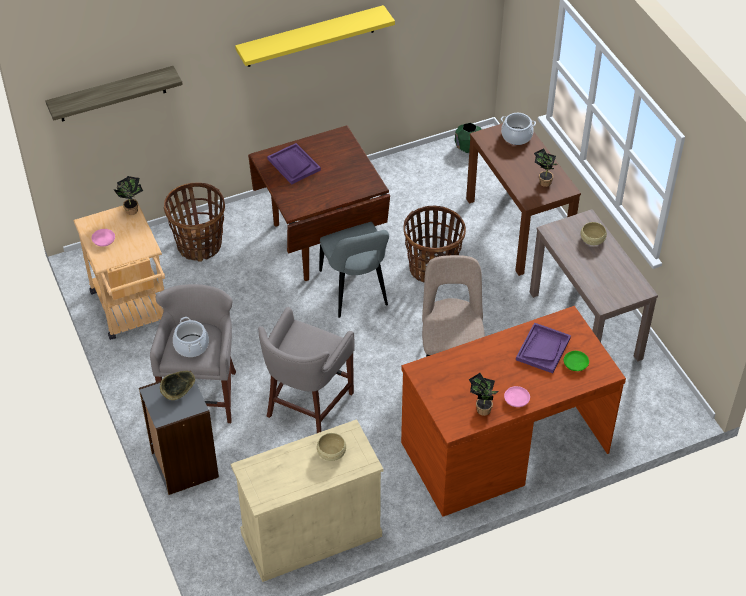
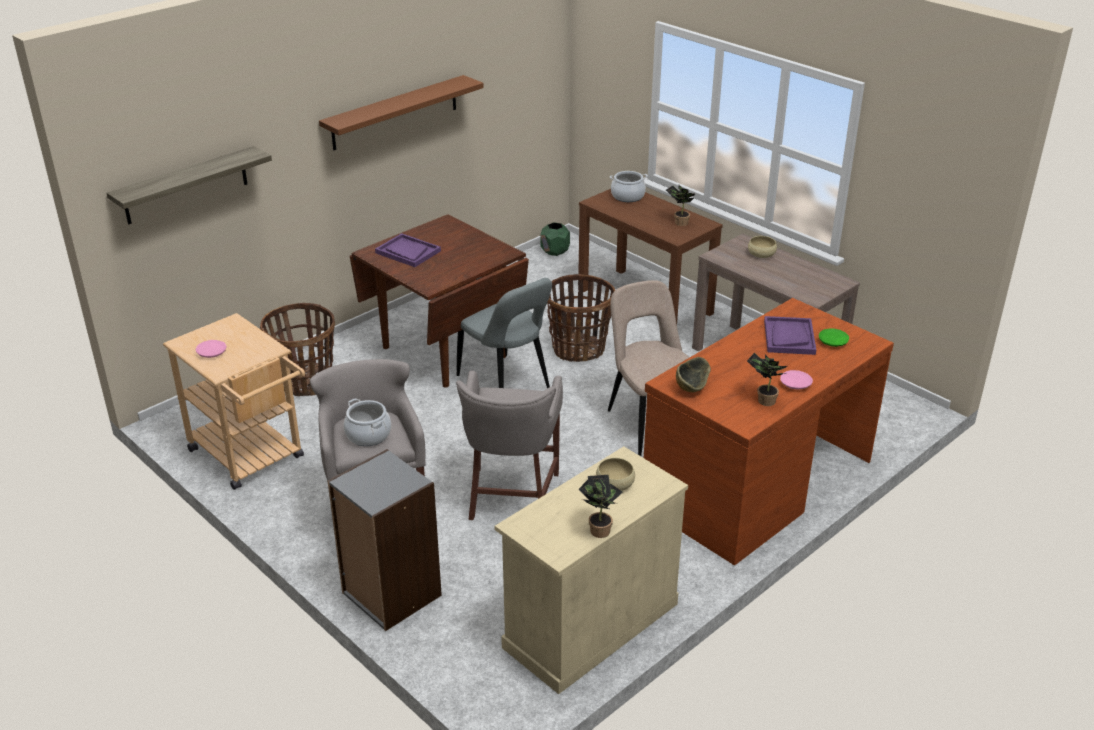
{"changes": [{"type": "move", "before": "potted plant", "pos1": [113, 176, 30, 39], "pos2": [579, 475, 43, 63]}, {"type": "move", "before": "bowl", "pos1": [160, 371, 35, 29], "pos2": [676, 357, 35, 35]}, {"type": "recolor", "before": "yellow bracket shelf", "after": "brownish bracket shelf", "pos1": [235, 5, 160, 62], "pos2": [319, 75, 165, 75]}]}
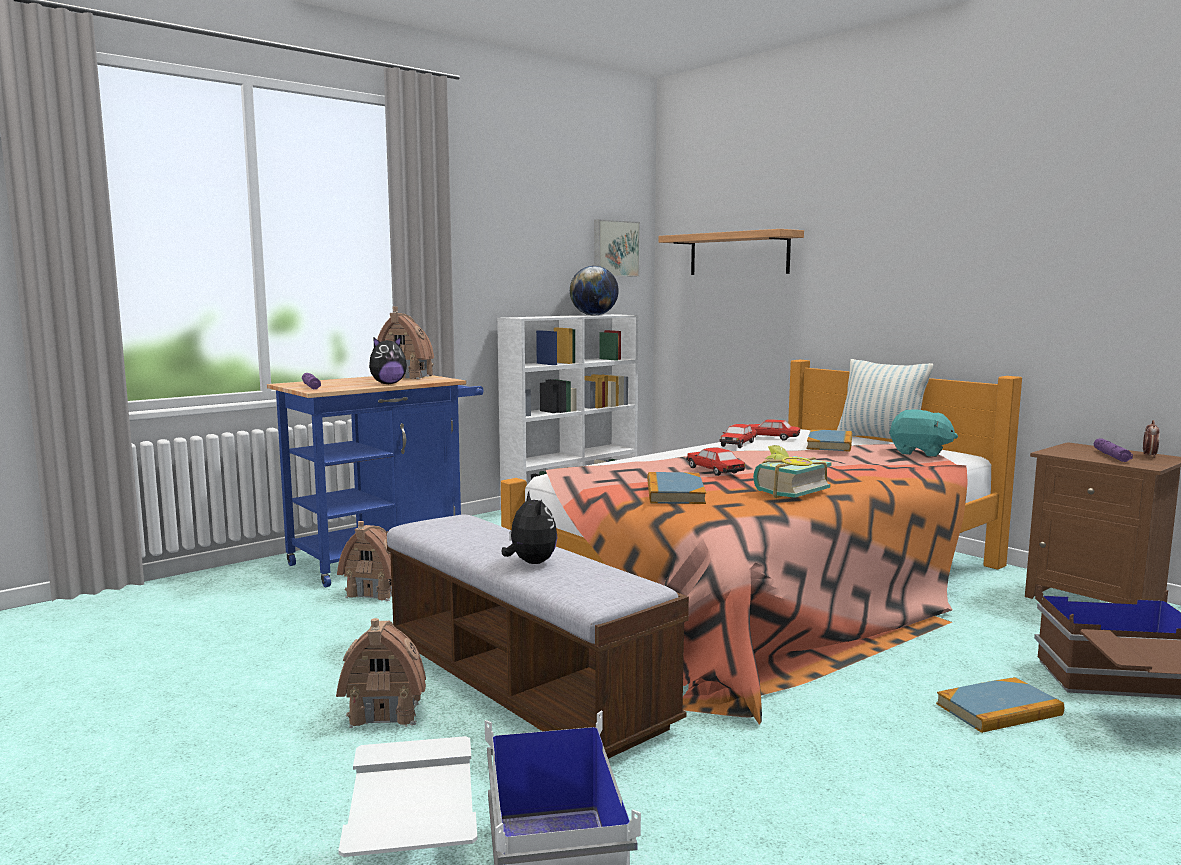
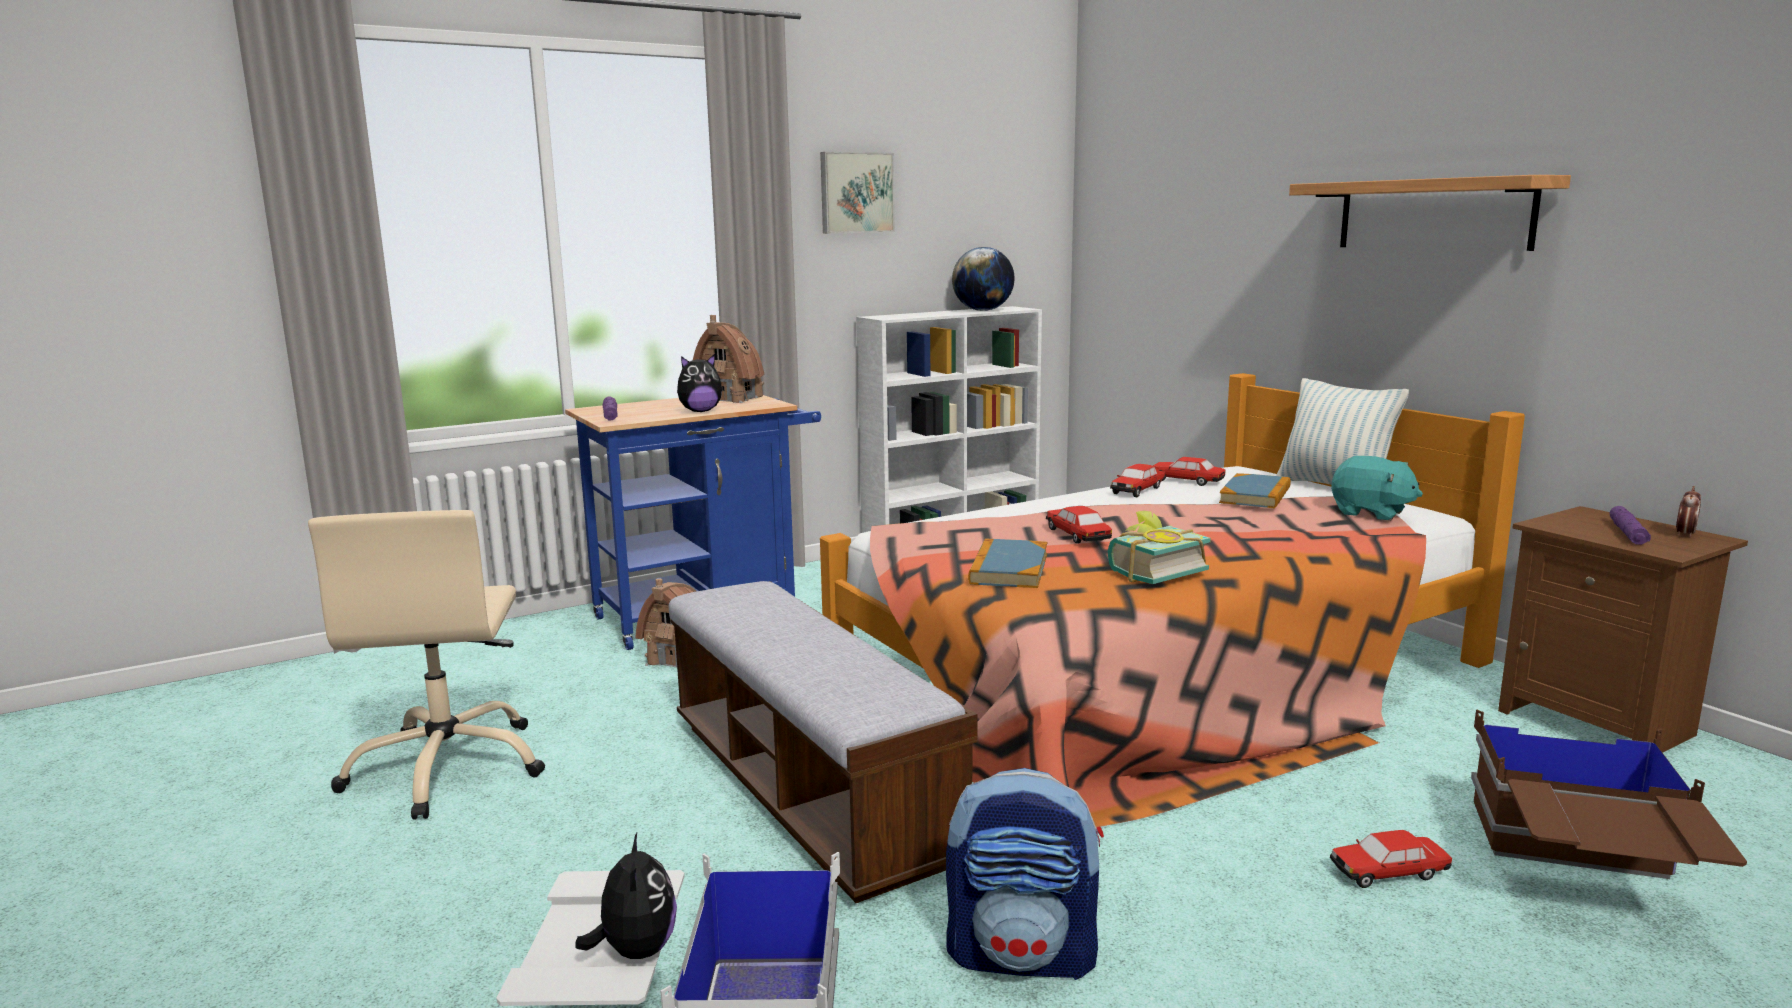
{"changes": [{"type": "delete", "before": "miniature house", "pos1": [336, 618, 90, 110]}, {"type": "move", "before": "plush toy", "pos1": [502, 492, 55, 72], "pos2": [575, 833, 102, 126]}, {"type": "move", "before": "wall art", "pos1": [594, 219, 46, 58], "pos2": [820, 152, 75, 82]}, {"type": "move", "before": "bracket shelf", "pos1": [659, 229, 145, 46], "pos2": [1289, 175, 282, 76]}, {"type": "replace", "before": "bound book", "after": "model car", "pos1": [936, 677, 128, 56], "pos2": [1330, 830, 122, 58]}, {"type": "insert", "after": "sand-coloured office chair", "pos2": [308, 510, 237, 310]}, {"type": "insert", "after": "backpack", "pos2": [946, 768, 158, 212]}]}
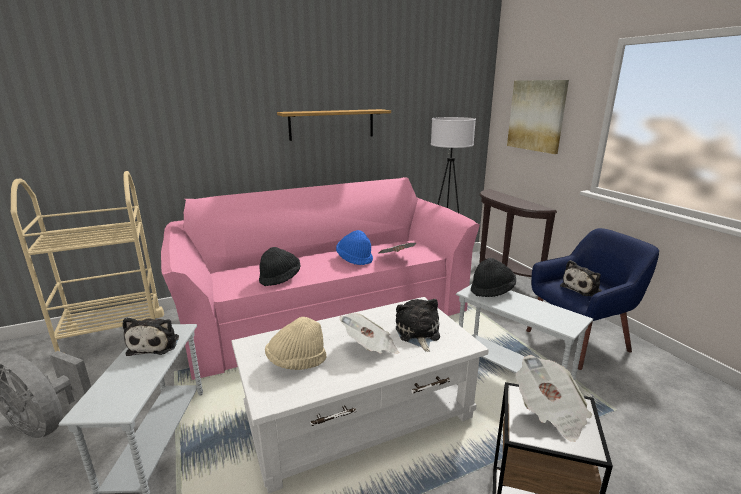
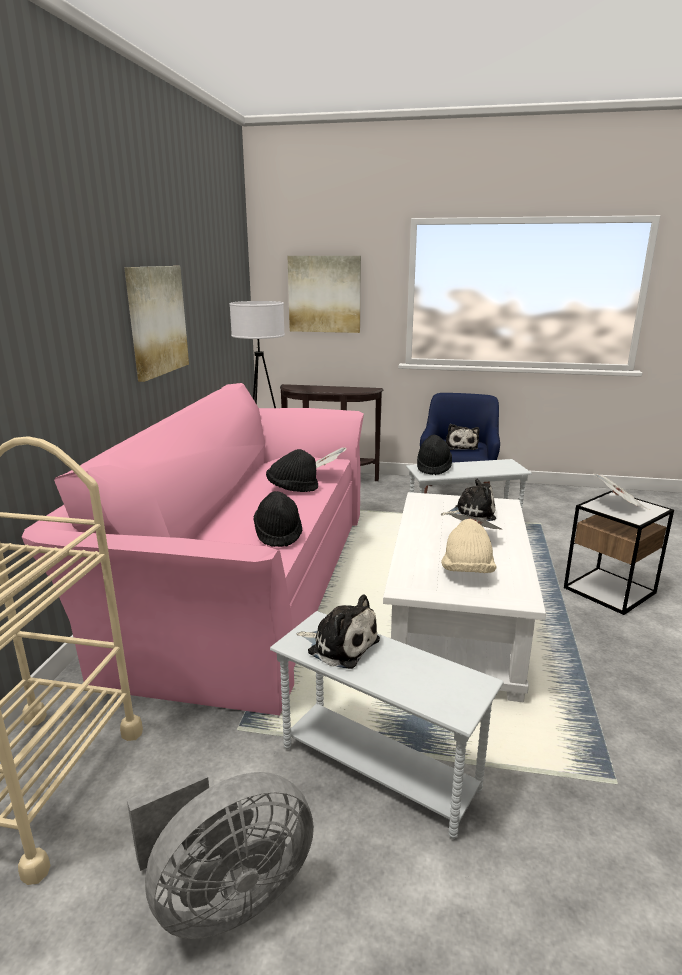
{"changes": [{"type": "replace", "before": "bracket shelf", "after": "wall art", "pos1": [277, 109, 114, 32], "pos2": [124, 266, 65, 116]}, {"type": "recolor", "before": "blue wearable hat", "after": "black-coloured wearable hat", "pos1": [336, 230, 37, 35], "pos2": [266, 449, 52, 43]}, {"type": "rotate", "before": "plush toy", "pos1": [396, 299, 44, 53], "pos2": [440, 479, 56, 42], "turn": 150}]}
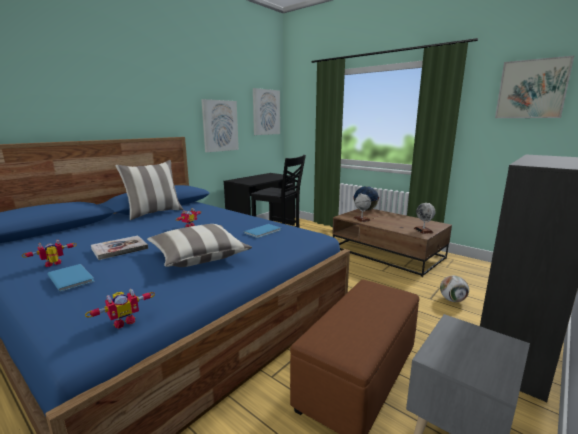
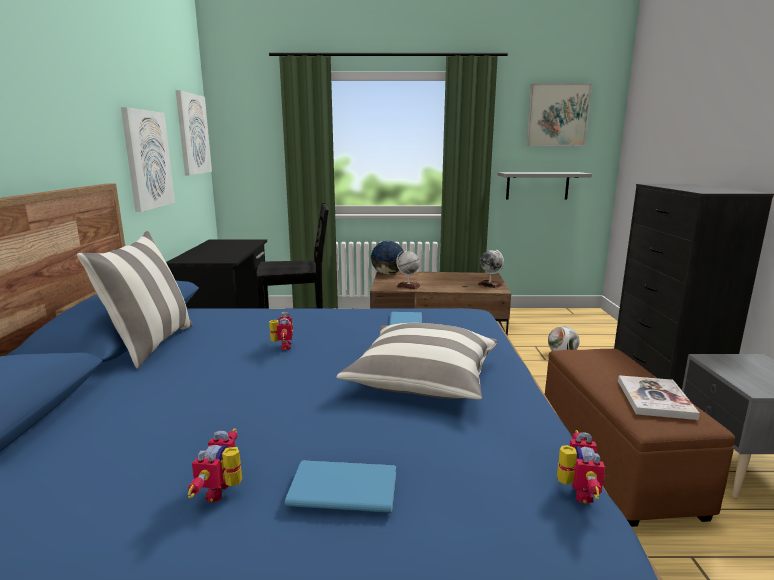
{"changes": [{"type": "move", "before": "bound book", "pos1": [91, 236, 57, 24], "pos2": [618, 375, 82, 45]}, {"type": "insert", "after": "grey bracket shelf", "pos2": [498, 172, 94, 28]}]}
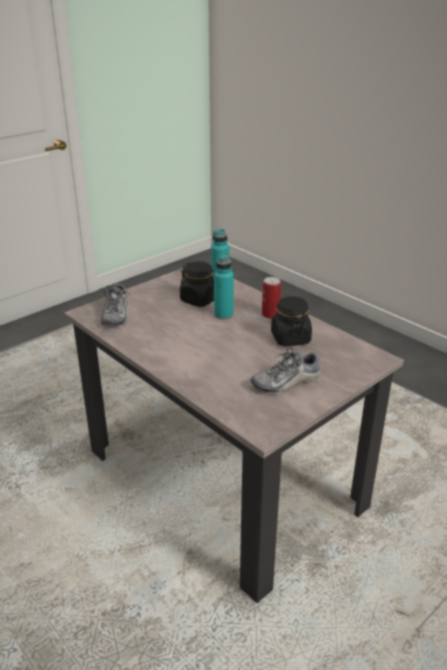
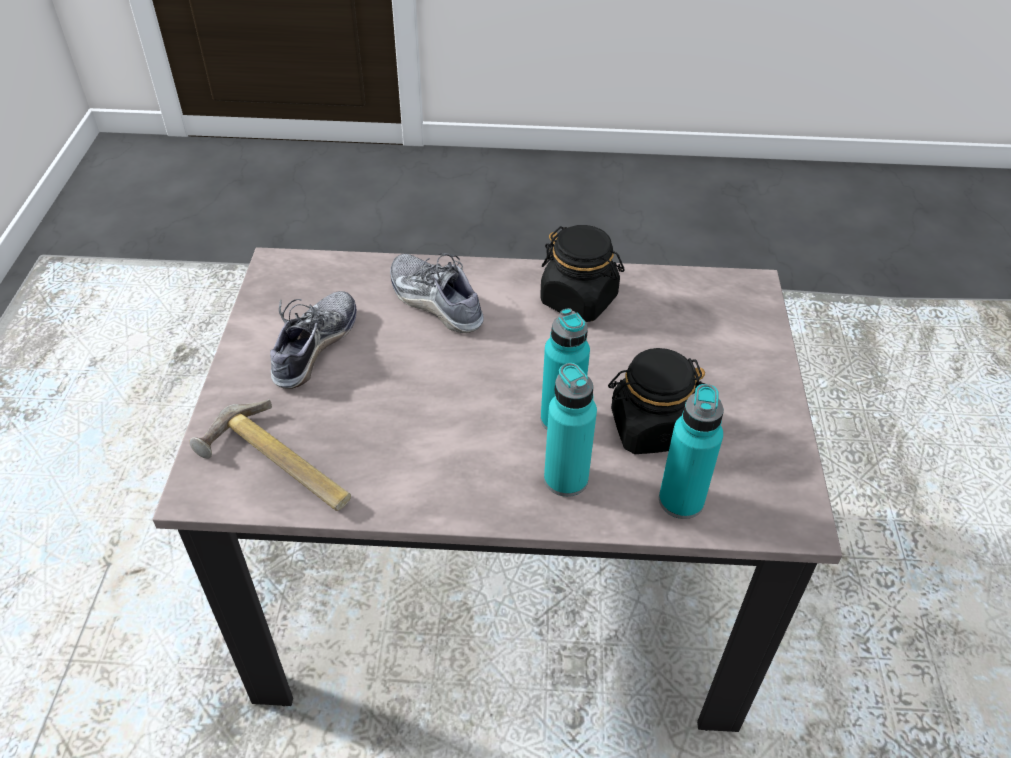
{"changes": [{"type": "move", "before": "item of footwear", "pos1": [97, 284, 34, 42], "pos2": [390, 253, 94, 80]}, {"type": "delete", "before": "metal can", "pos1": [262, 277, 19, 42]}, {"type": "move", "before": "black-coloured jar", "pos1": [271, 296, 41, 50], "pos2": [540, 225, 85, 97]}, {"type": "insert", "after": "tool hammer", "pos2": [189, 399, 162, 112]}, {"type": "insert", "after": "blue-green beverage bottle", "pos2": [544, 363, 53, 134]}]}
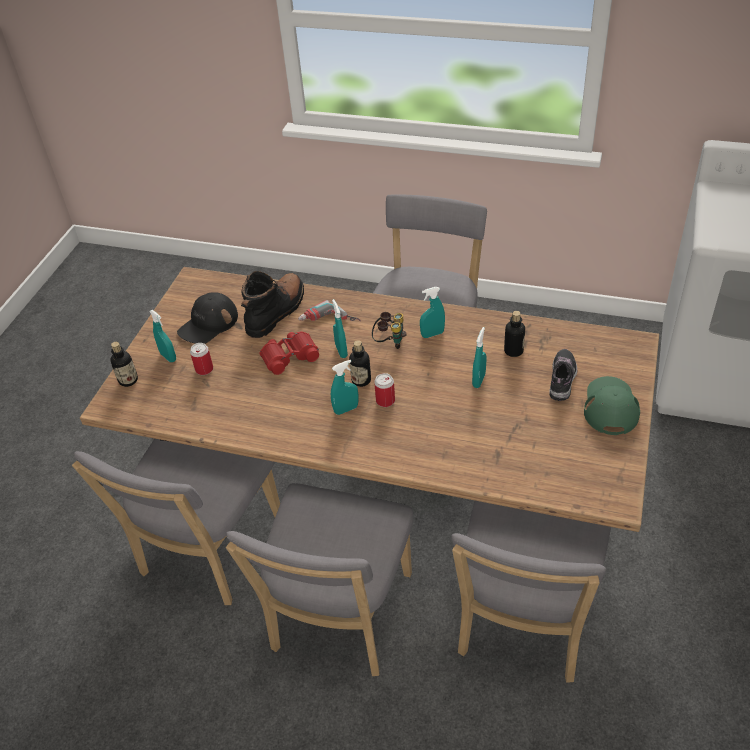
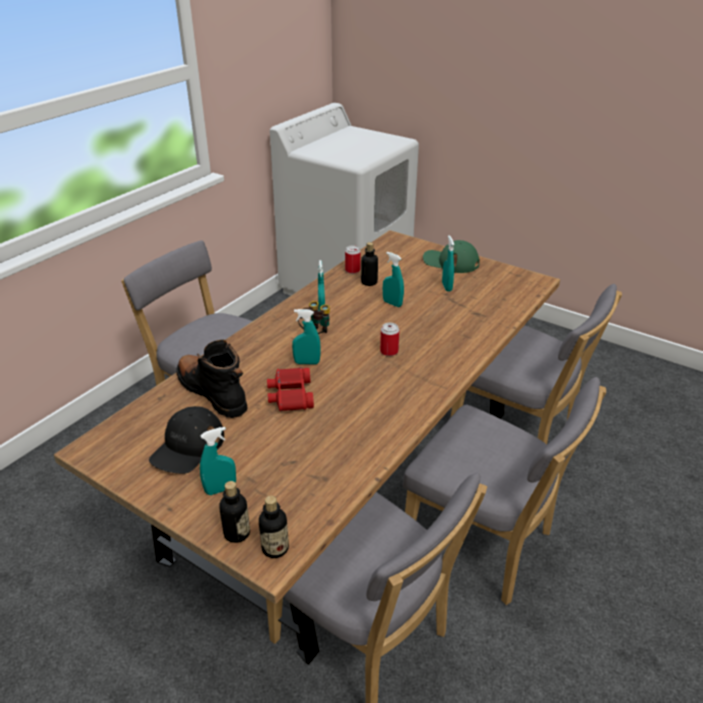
{"changes": [{"type": "rotate", "before": "black-coloured peaked cap", "pos1": [177, 292, 61, 52], "pos2": [149, 406, 75, 68], "turn": 60}, {"type": "move", "before": "metal can", "pos1": [190, 343, 23, 32], "pos2": [345, 245, 16, 29]}, {"type": "delete", "before": "power drill", "pos1": [298, 300, 63, 21]}, {"type": "move", "before": "blue-green spray bottle", "pos1": [331, 360, 27, 55], "pos2": [442, 235, 12, 56]}, {"type": "move", "before": "beverage bottle", "pos1": [349, 340, 22, 47], "pos2": [259, 496, 30, 62]}, {"type": "delete", "before": "item of footwear", "pos1": [549, 349, 28, 52]}]}
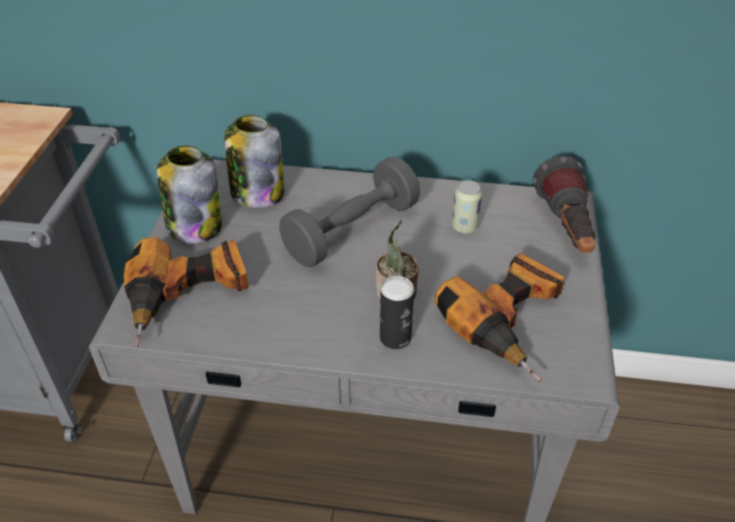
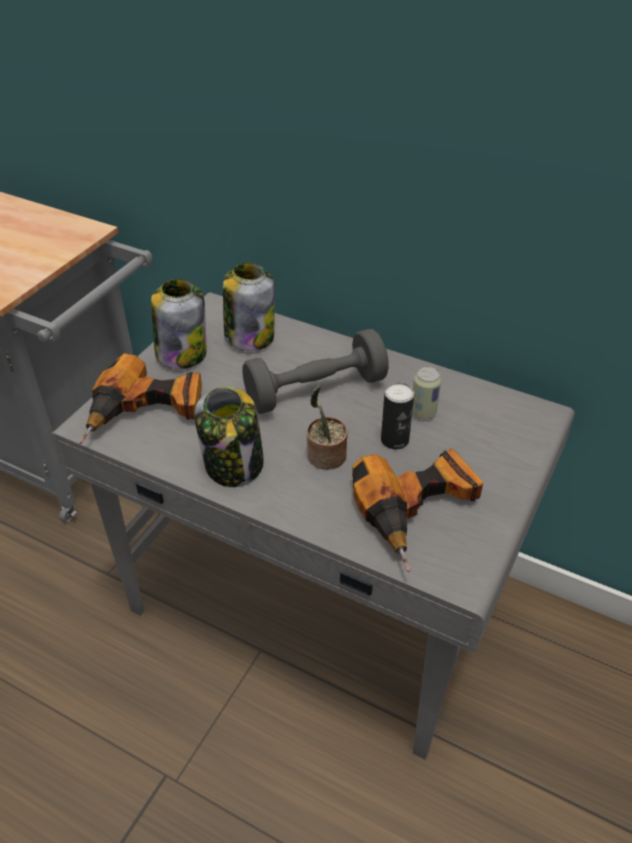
{"changes": [{"type": "move", "before": "metal can", "pos1": [380, 276, 34, 73], "pos2": [381, 382, 33, 67]}, {"type": "delete", "before": "flashlight", "pos1": [533, 156, 63, 97]}, {"type": "insert", "after": "jar", "pos2": [194, 387, 70, 100]}]}
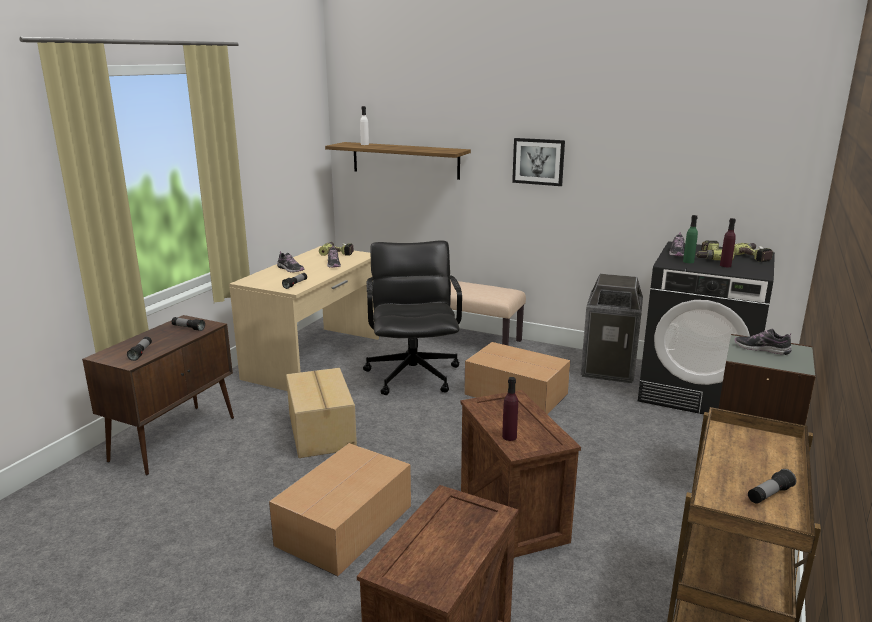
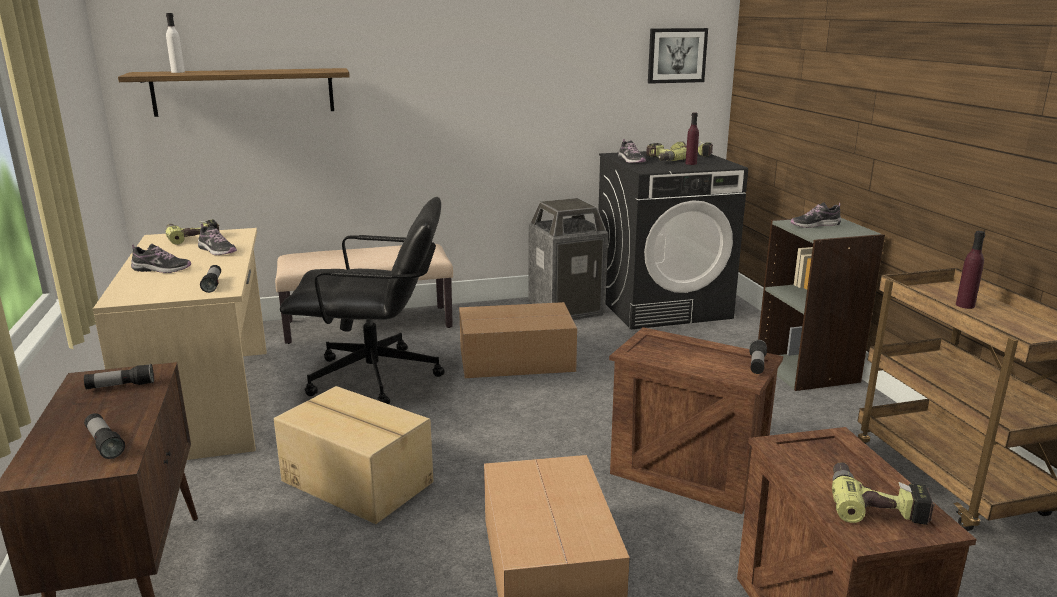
{"changes": [{"type": "rotate", "before": "black-coloured office chair", "pos1": [363, 241, 99, 154], "pos2": [280, 197, 165, 207], "turn": 135}, {"type": "move", "before": "purple beverage bottle", "pos1": [502, 377, 16, 64], "pos2": [956, 231, 29, 78]}, {"type": "move", "before": "wall art", "pos1": [512, 138, 53, 48], "pos2": [648, 28, 60, 56]}, {"type": "delete", "before": "green beverage bottle", "pos1": [683, 215, 15, 48]}, {"type": "move", "before": "flashlight", "pos1": [748, 469, 48, 35], "pos2": [749, 340, 18, 34]}, {"type": "insert", "after": "power drill", "pos2": [832, 462, 103, 63]}]}
